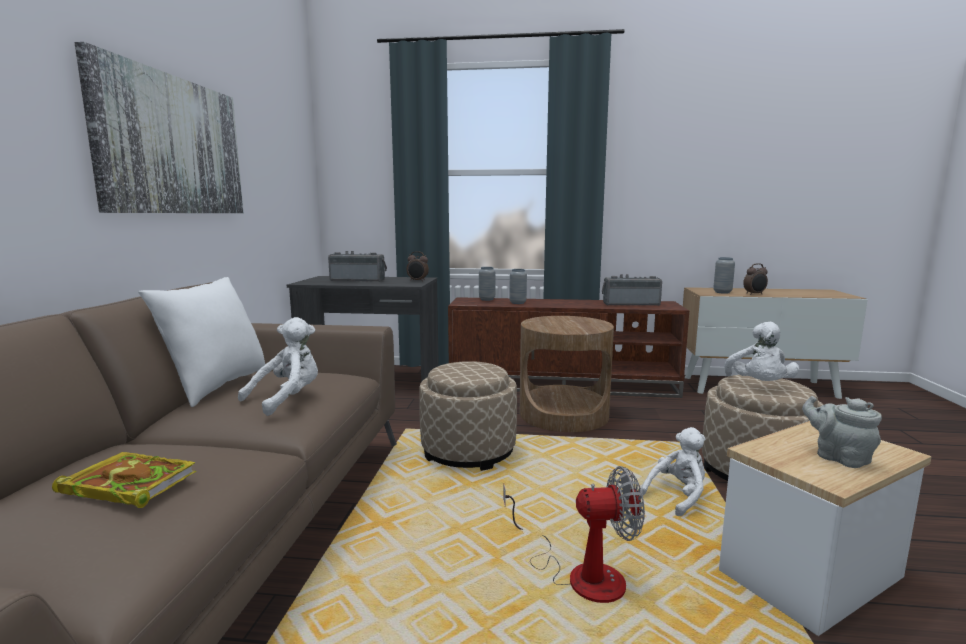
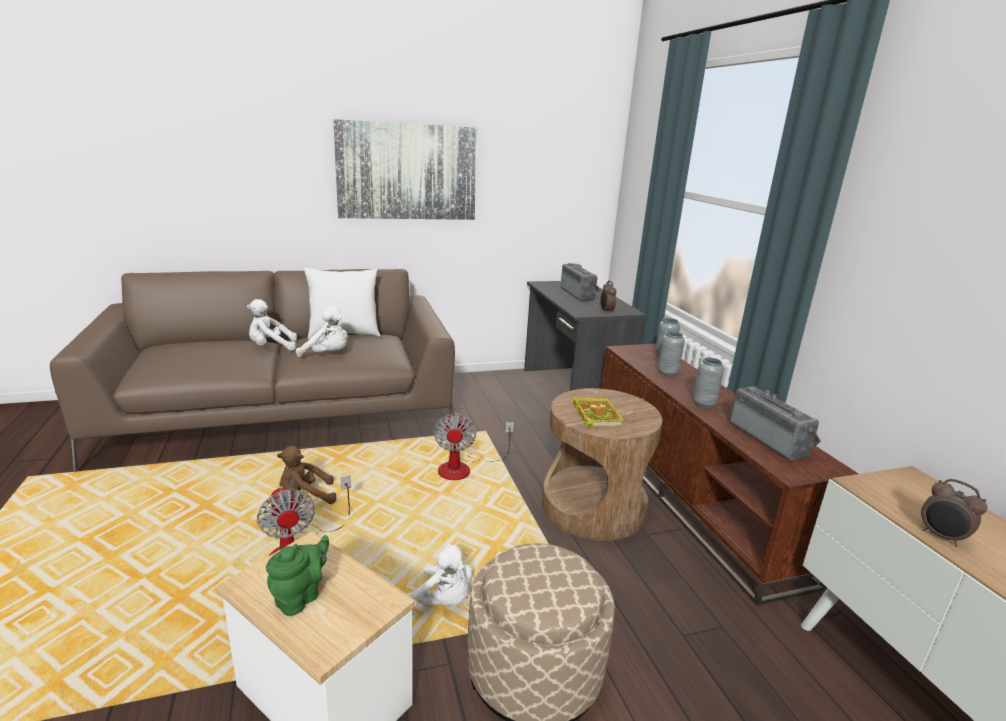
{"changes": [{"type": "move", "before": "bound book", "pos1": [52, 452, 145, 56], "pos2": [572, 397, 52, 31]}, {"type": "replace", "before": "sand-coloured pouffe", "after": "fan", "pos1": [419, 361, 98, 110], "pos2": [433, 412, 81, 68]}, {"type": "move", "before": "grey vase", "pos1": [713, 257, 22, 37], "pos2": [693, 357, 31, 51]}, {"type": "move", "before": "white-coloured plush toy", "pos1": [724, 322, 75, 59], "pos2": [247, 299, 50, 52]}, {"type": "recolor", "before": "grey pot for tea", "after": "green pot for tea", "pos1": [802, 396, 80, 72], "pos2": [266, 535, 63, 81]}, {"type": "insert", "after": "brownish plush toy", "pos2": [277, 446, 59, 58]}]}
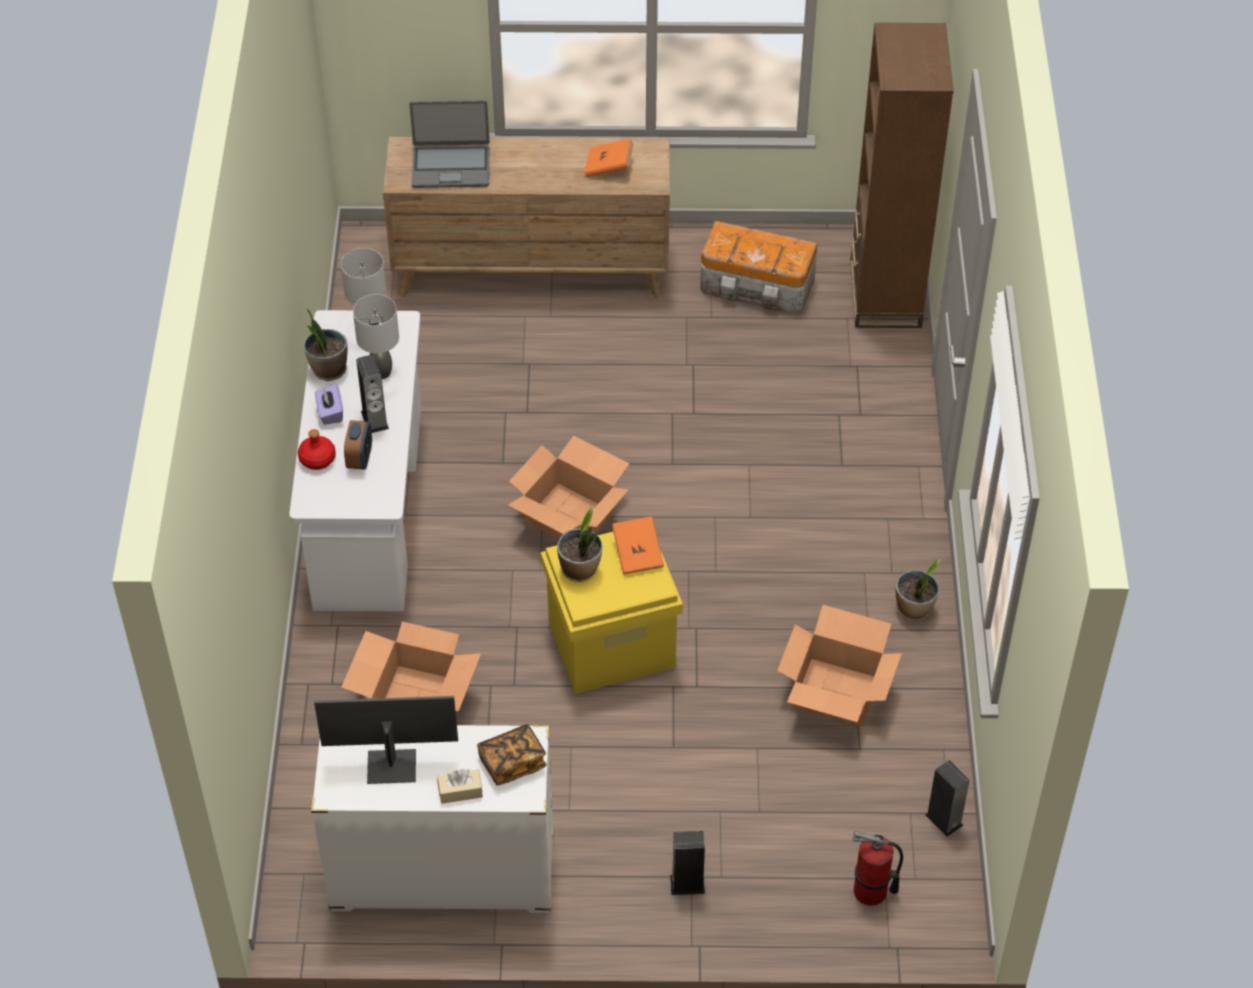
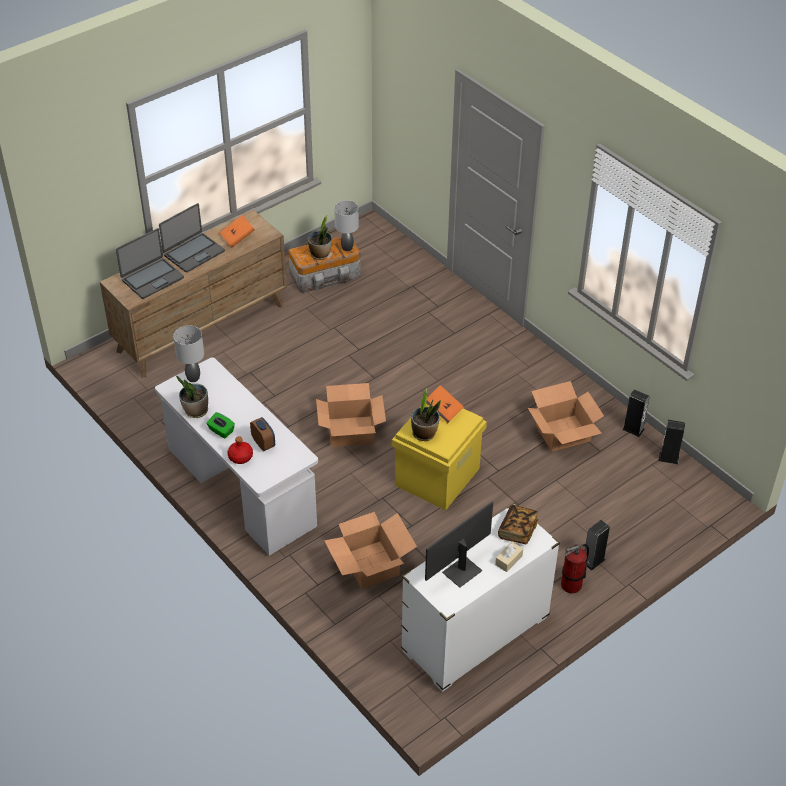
{"changes": [{"type": "recolor", "before": "purple tissue holder", "after": "green tissue holder", "pos1": [315, 384, 28, 41], "pos2": [206, 412, 29, 27]}, {"type": "move", "before": "grey tabletop lamp", "pos1": [353, 294, 46, 85], "pos2": [334, 201, 25, 50]}, {"type": "move", "before": "speaker", "pos1": [356, 355, 33, 78], "pos2": [622, 390, 28, 47]}, {"type": "delete", "before": "brownish bookshelf", "pos1": [850, 23, 104, 305]}, {"type": "move", "before": "fire extinguisher", "pos1": [852, 831, 51, 75], "pos2": [561, 544, 28, 49]}, {"type": "move", "before": "potted plant", "pos1": [896, 559, 45, 62], "pos2": [308, 215, 24, 45]}, {"type": "insert", "after": "laptop", "pos2": [159, 203, 66, 70]}]}
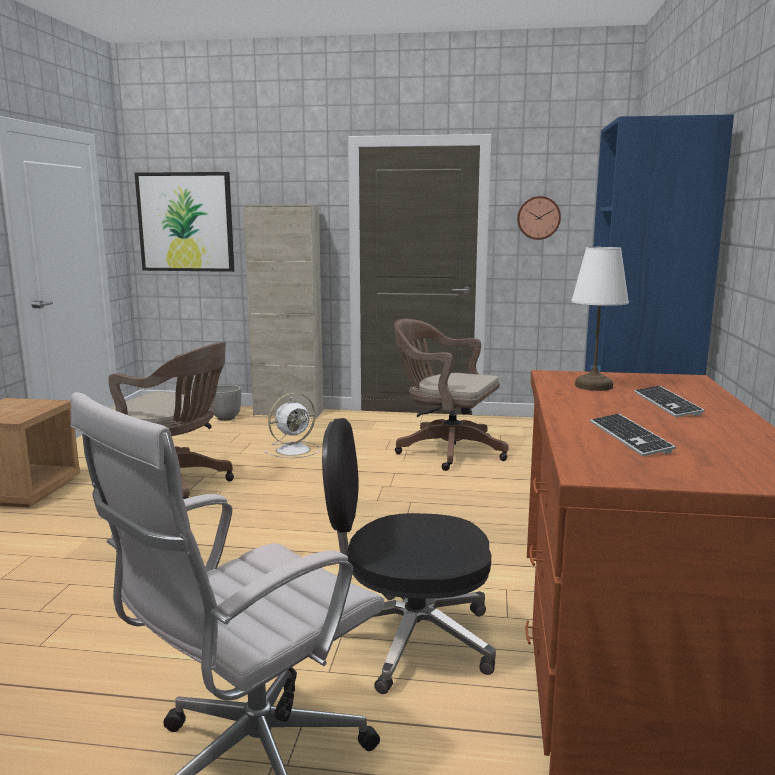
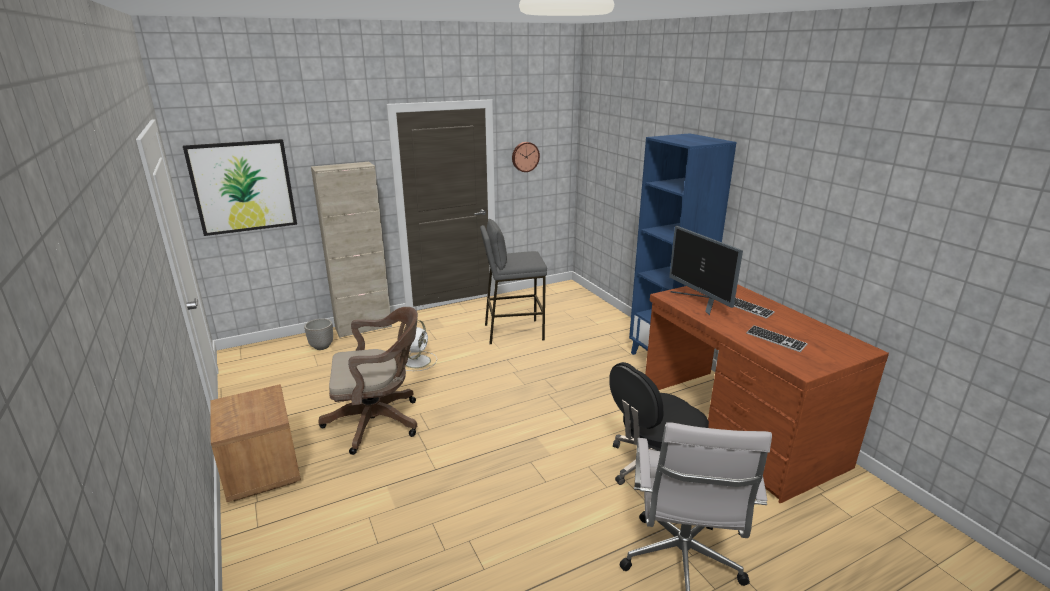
{"changes": [{"type": "replace", "before": "brownish office chair", "after": "grey stool seat", "pos1": [394, 319, 115, 152], "pos2": [480, 219, 67, 125]}, {"type": "replace", "before": "white-coloured tabletop lamp", "after": "computer display", "pos1": [571, 247, 58, 144], "pos2": [669, 226, 74, 89]}]}
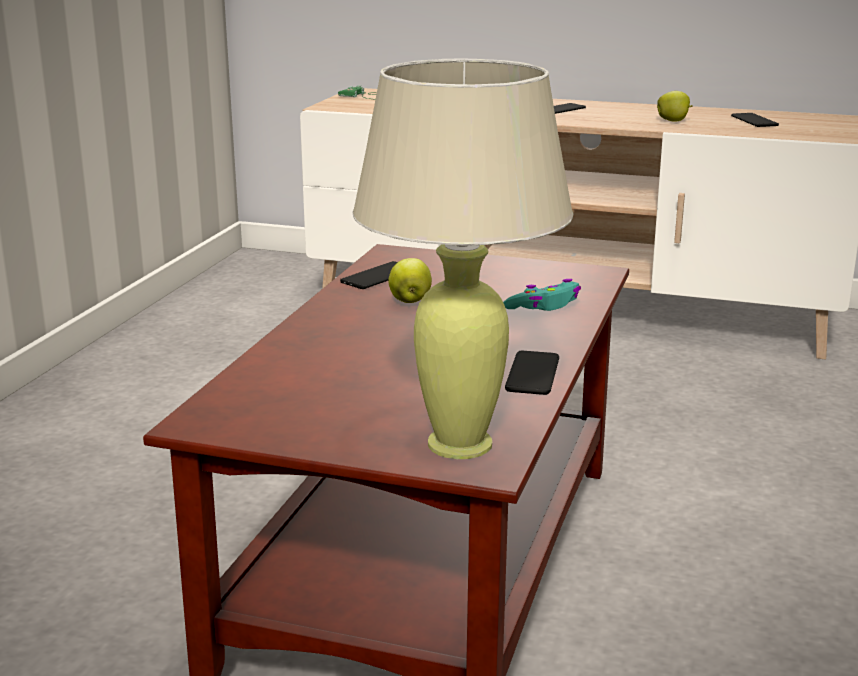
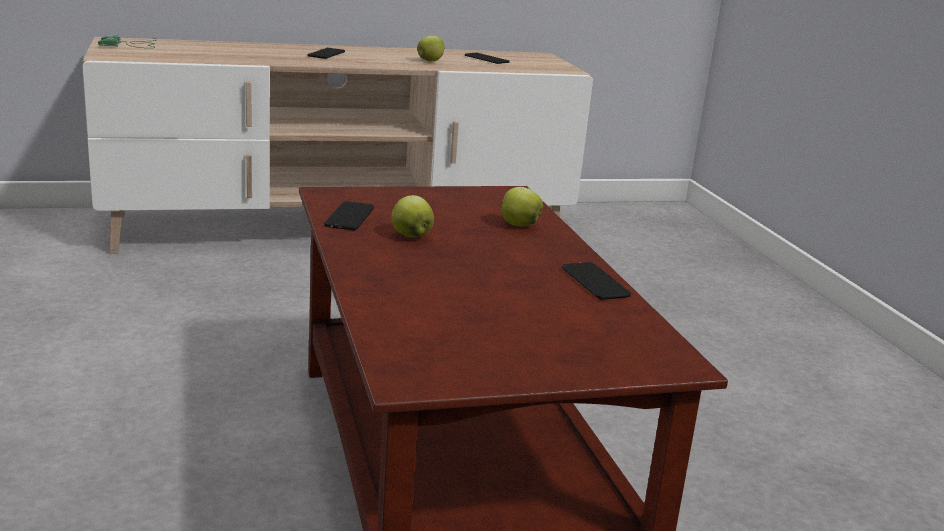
{"changes": [{"type": "delete", "before": "sand-coloured tabletop lamp", "pos1": [353, 58, 220, 401]}, {"type": "replace", "before": "blue-green gamepad", "after": "whole apple", "pos1": [503, 279, 78, 32], "pos2": [501, 187, 42, 39]}]}
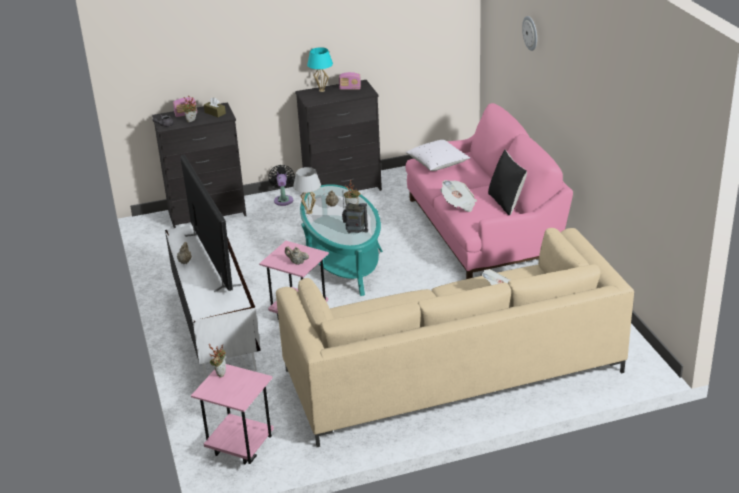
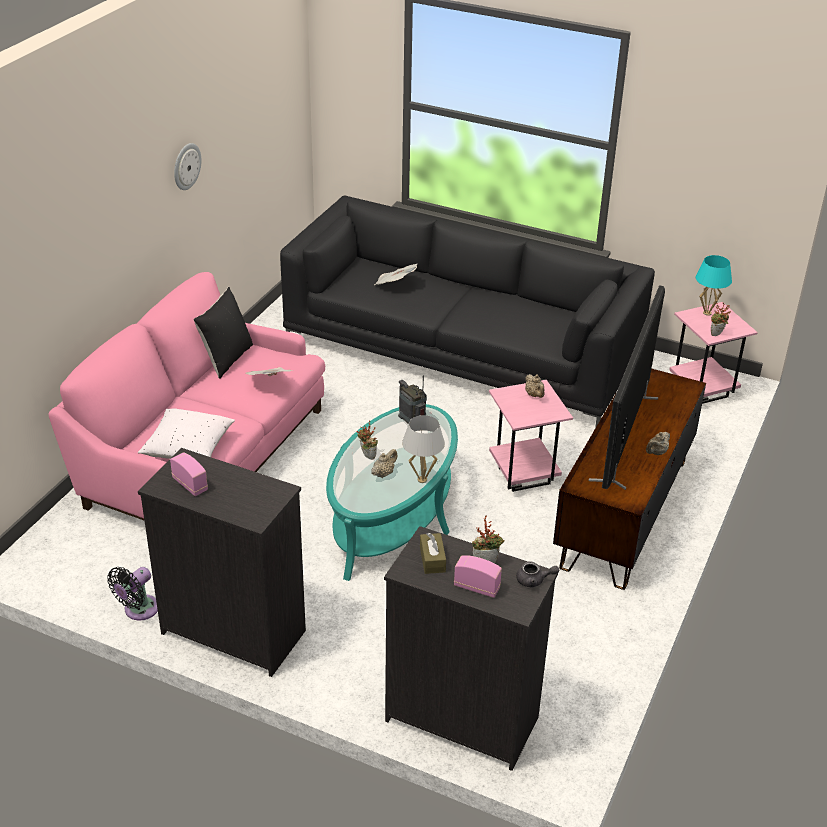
{"changes": [{"type": "recolor", "before": "white-coloured tv unit", "after": "brownish tv unit", "pos1": [165, 225, 96, 154], "pos2": [553, 369, 153, 221]}, {"type": "move", "before": "black-coloured fan", "pos1": [268, 165, 27, 41], "pos2": [107, 567, 51, 54]}, {"type": "recolor", "before": "sand-coloured settee", "after": "black-coloured settee", "pos1": [276, 228, 358, 219], "pos2": [280, 195, 375, 233]}, {"type": "move", "before": "blue-green tabletop lamp", "pos1": [307, 47, 26, 45], "pos2": [696, 255, 36, 61]}, {"type": "move", "before": "clock on the wall", "pos1": [522, 16, 15, 35], "pos2": [174, 143, 27, 47]}]}
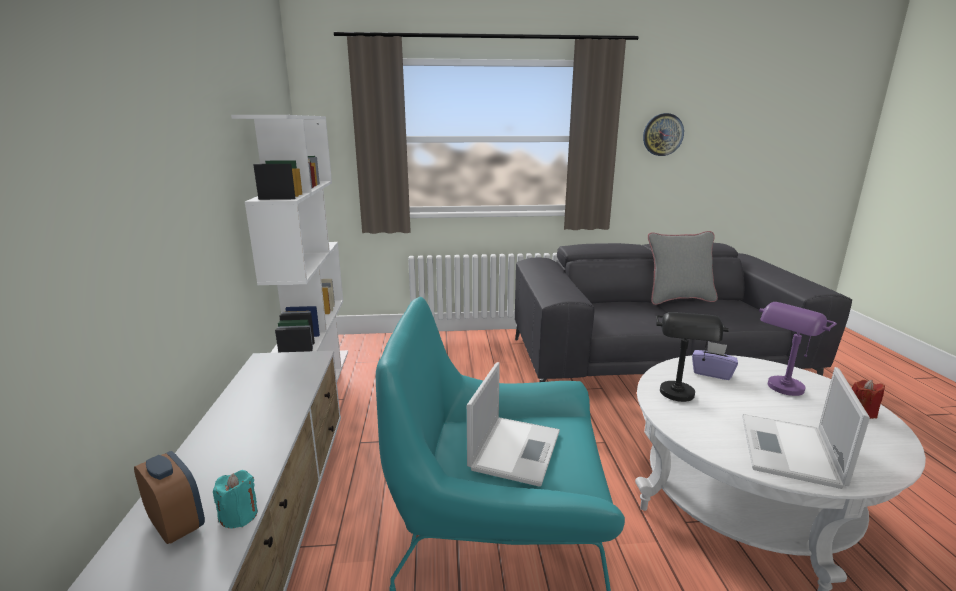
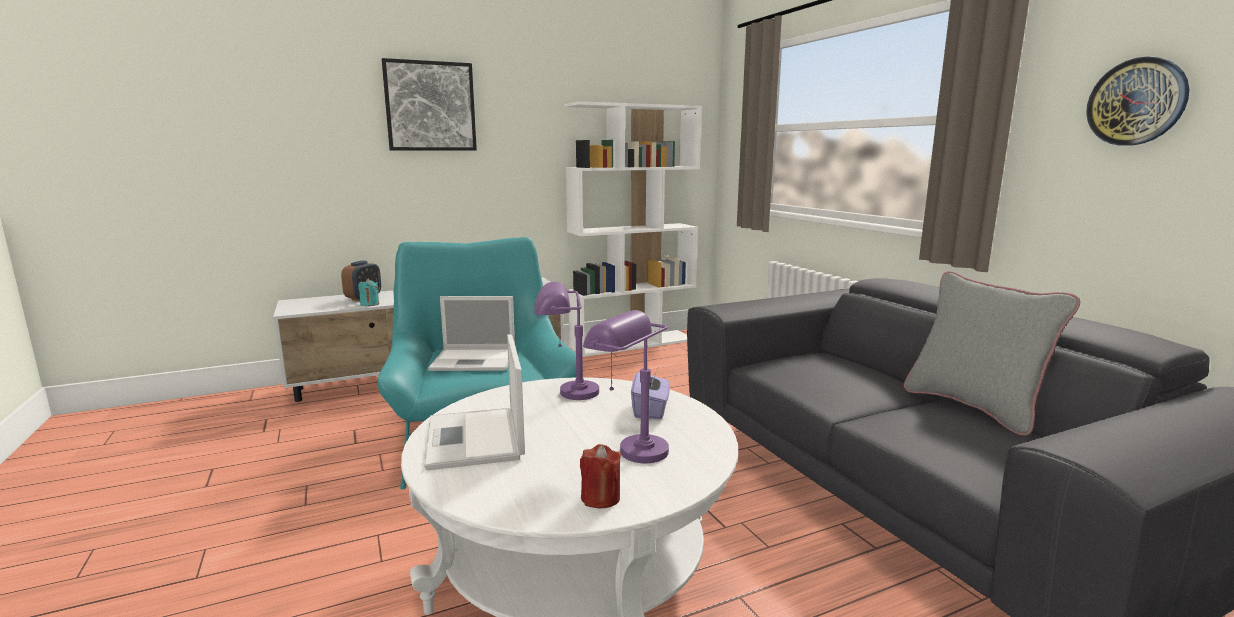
{"changes": [{"type": "recolor", "before": "black-coloured tabletop lamp", "after": "purple tabletop lamp", "pos1": [656, 312, 73, 90], "pos2": [534, 281, 65, 119]}, {"type": "rotate", "before": "laptop", "pos1": [742, 367, 128, 122], "pos2": [424, 334, 101, 136], "turn": -105}, {"type": "insert", "after": "wall art", "pos2": [382, 58, 95, 93]}]}
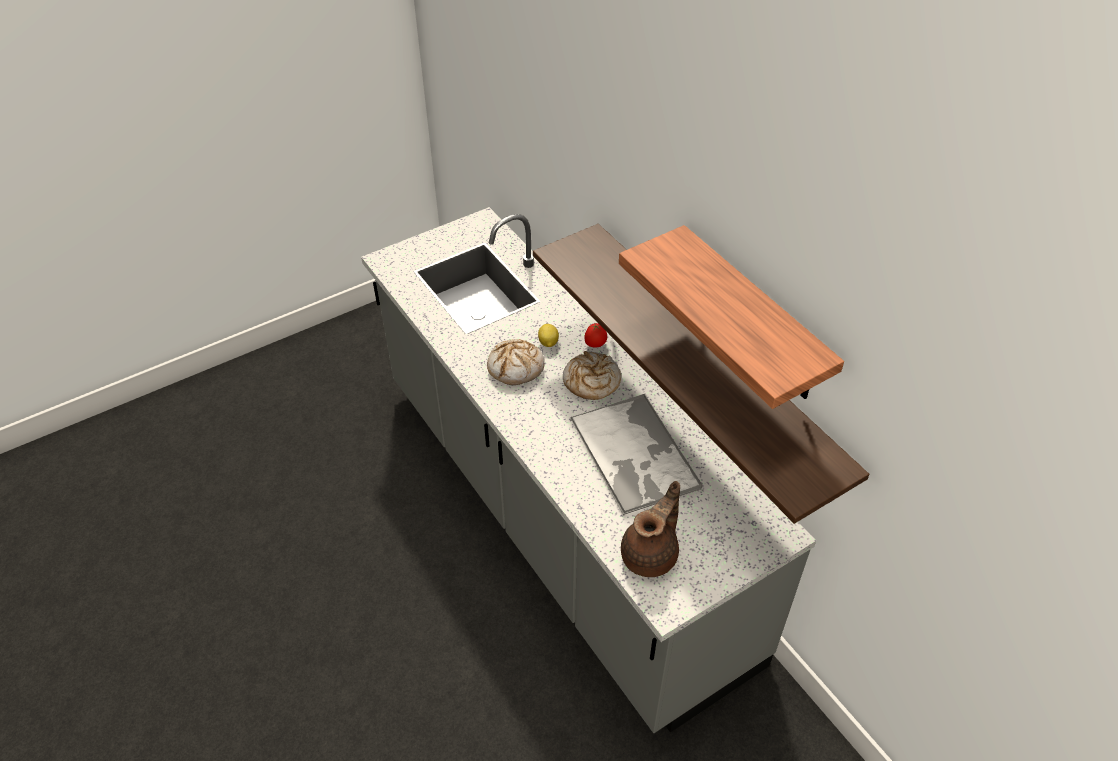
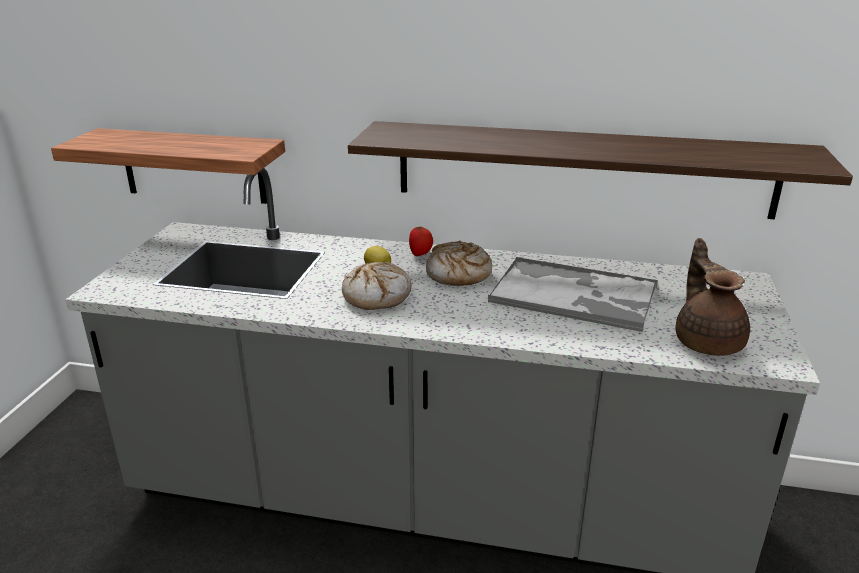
{"changes": [{"type": "move", "before": "bracket shelf", "pos1": [619, 225, 225, 184], "pos2": [51, 128, 234, 76]}]}
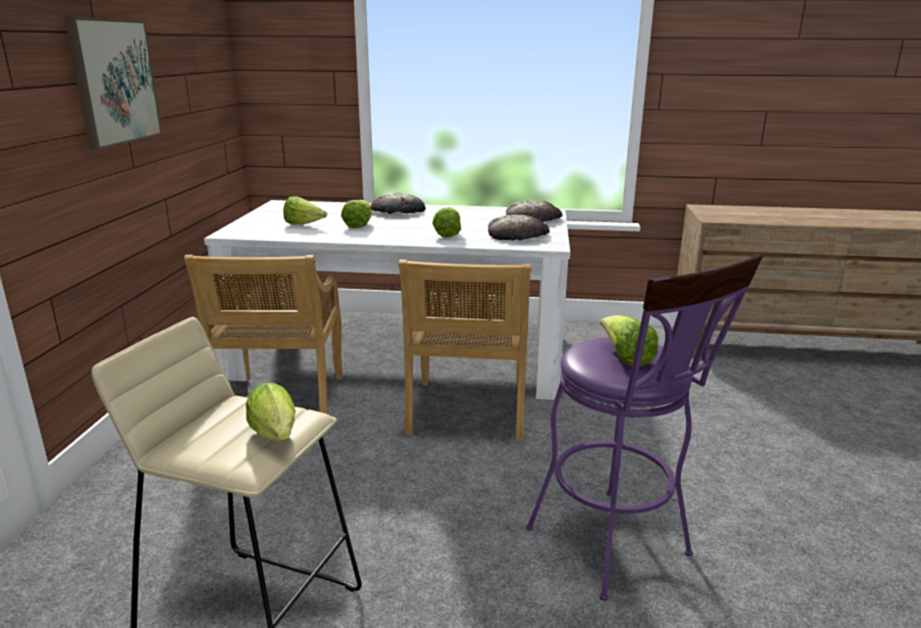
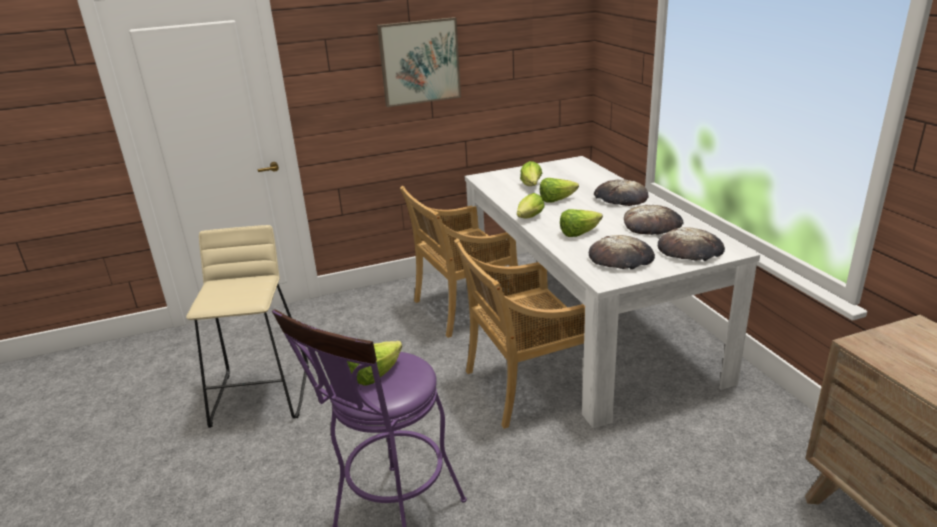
{"changes": [{"type": "move", "before": "lettuce head", "pos1": [246, 383, 50, 58], "pos2": [517, 193, 28, 25]}, {"type": "insert", "after": "bakery bread", "pos2": [624, 205, 60, 30]}]}
